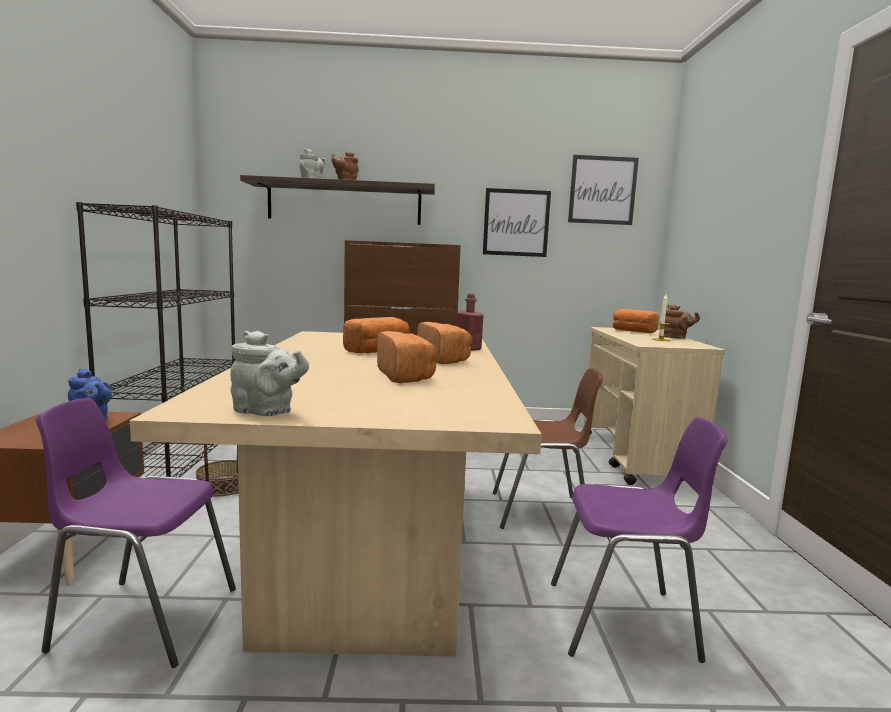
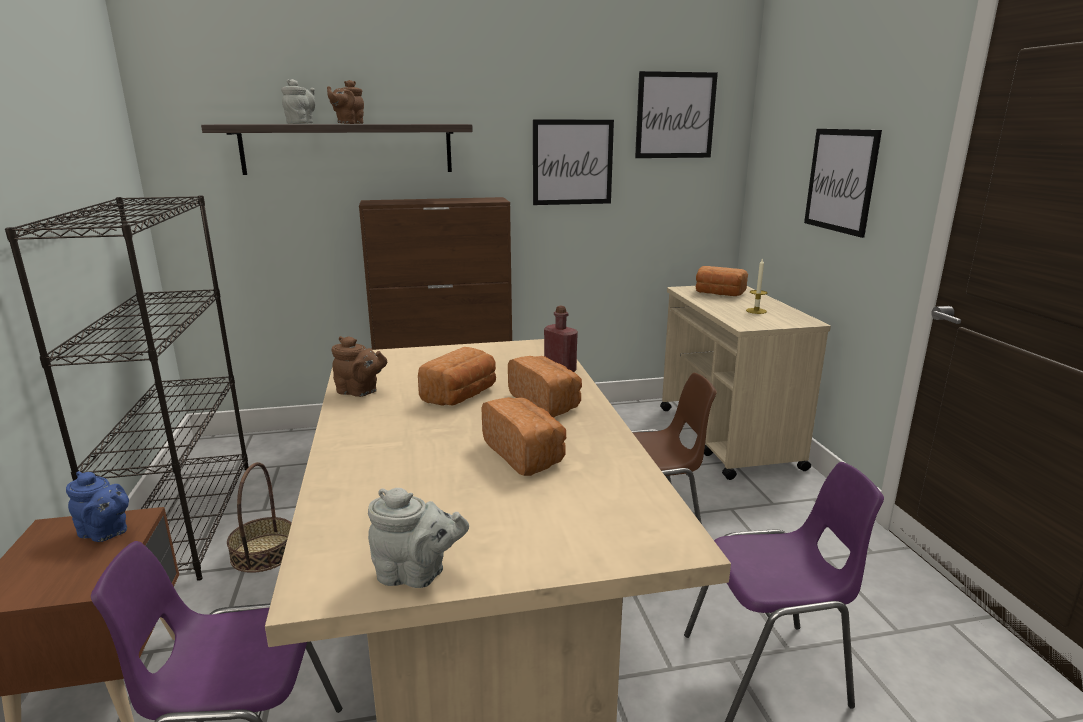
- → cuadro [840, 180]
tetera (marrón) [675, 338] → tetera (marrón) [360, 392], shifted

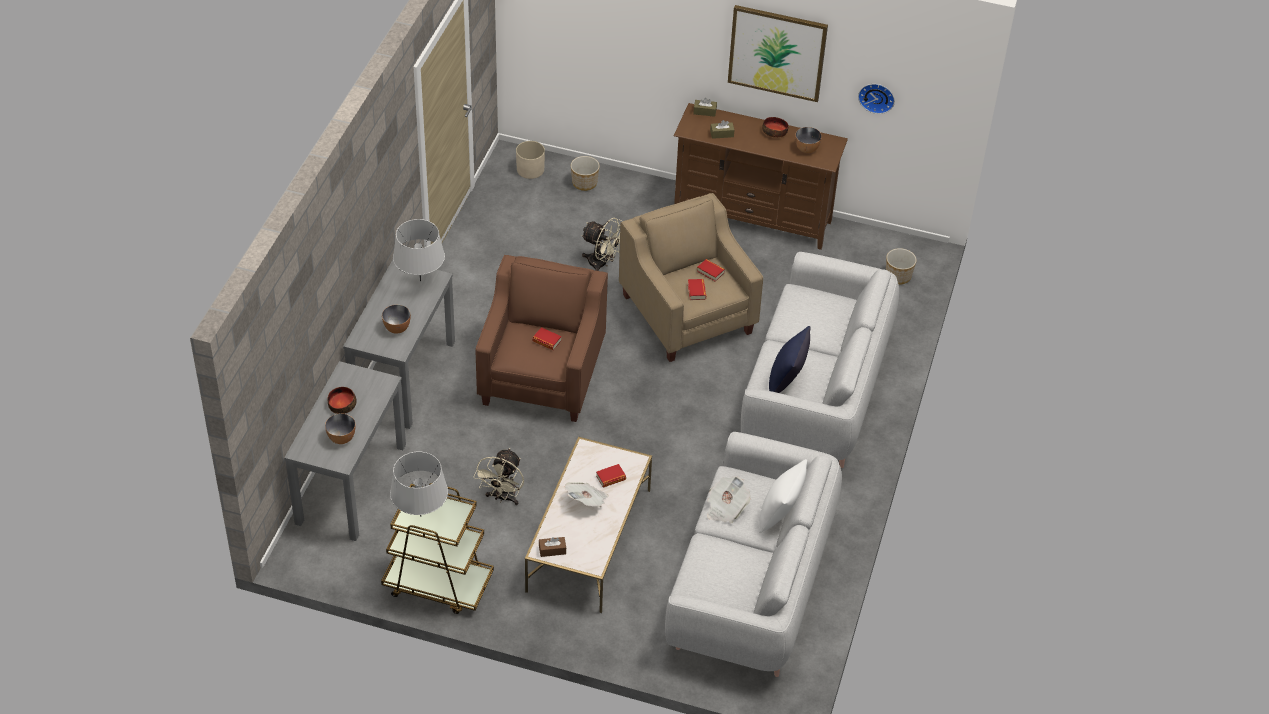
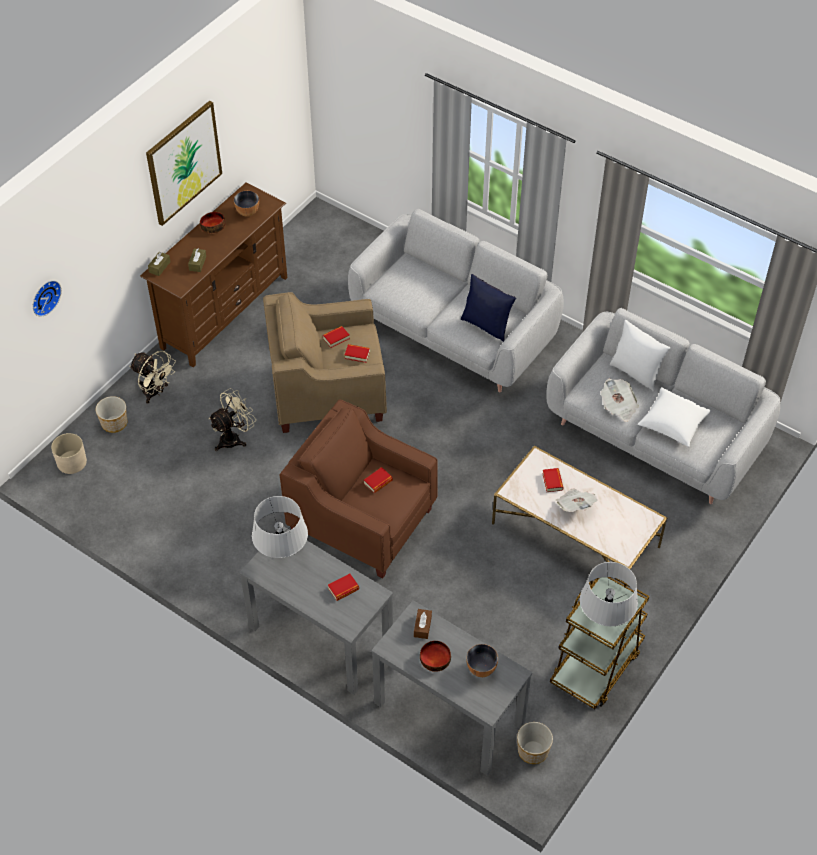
- → cojín (blanco) [672, 425]
ventilador (beis) [502, 498] → ventilador (beis) [155, 392], shifted
caja de pañuelos (marrón) [552, 550] → caja de pañuelos (marrón) [422, 626], shifted
reloj de pared [877, 96] → reloj de pared [44, 297], shifted
maceta [898, 276] → maceta [533, 750], shifted
cuenco [397, 328] → libro [343, 589]

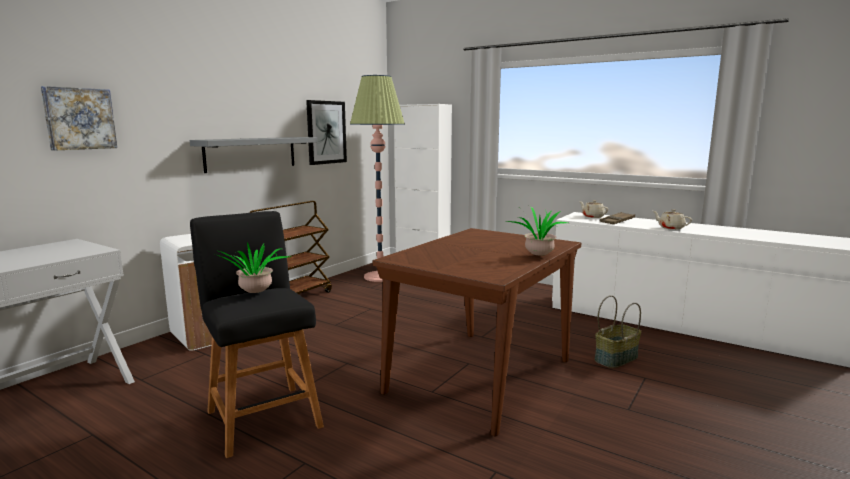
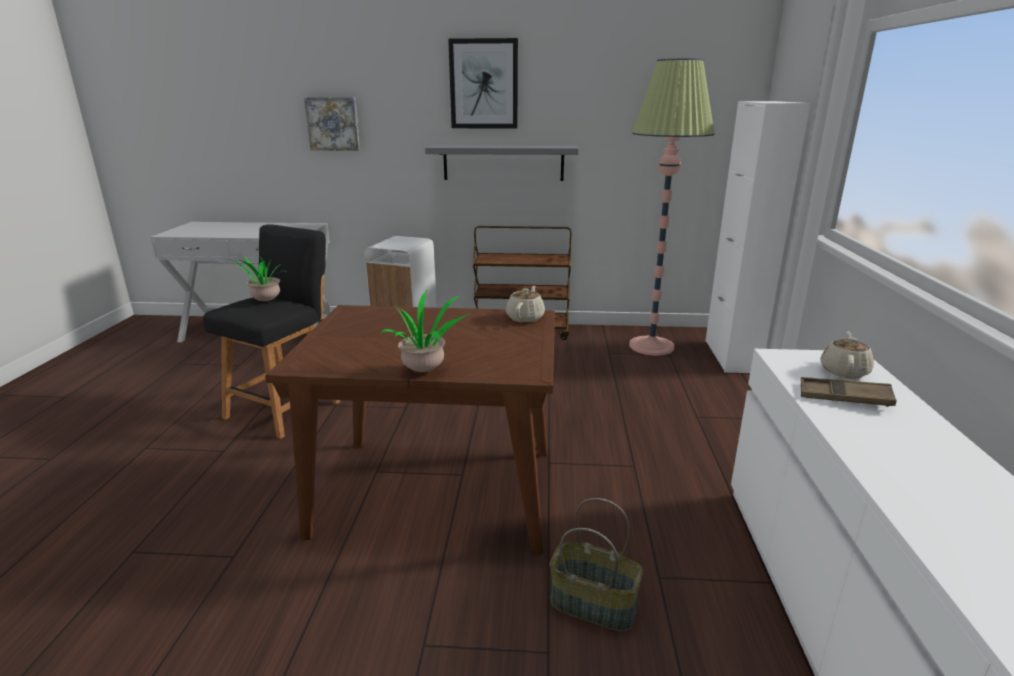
cuadro [326, 132] → cuadro [484, 84], shifted
tetera (beis) [670, 228] → tetera (beis) [525, 317], shifted

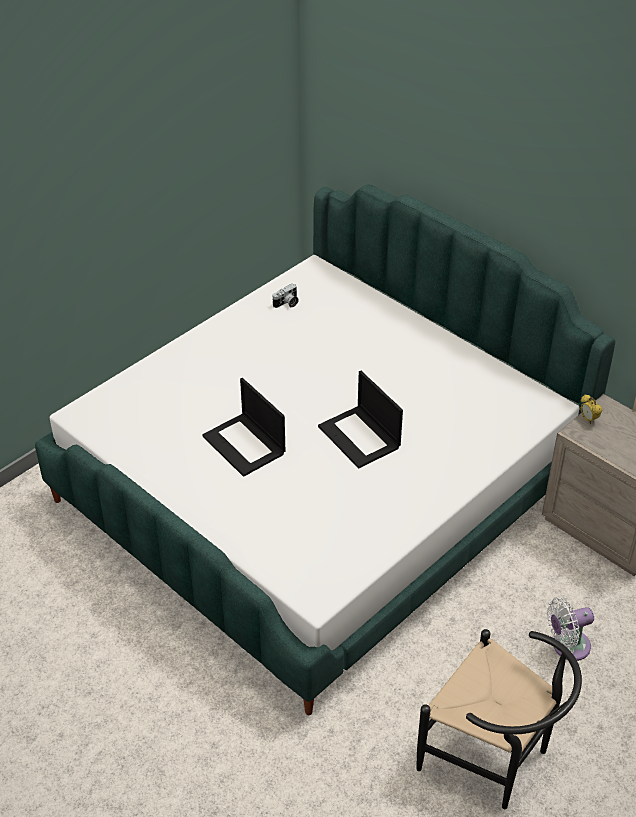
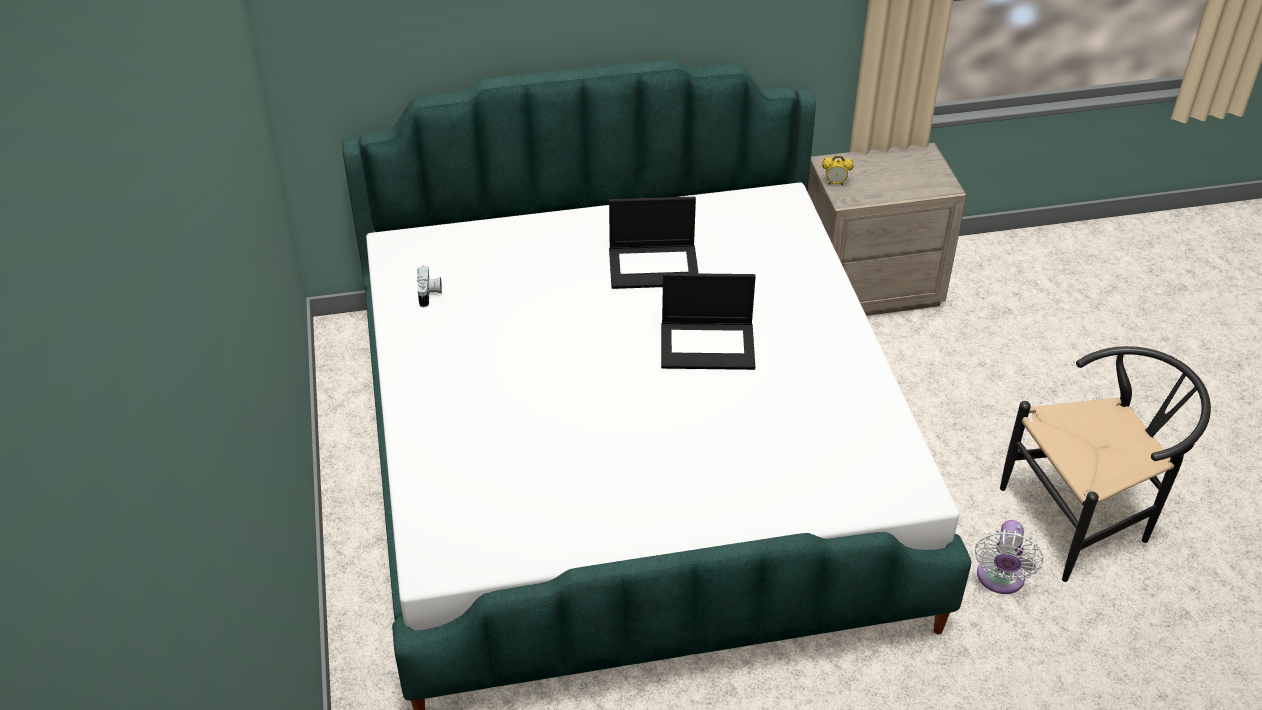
portátil [245, 445] → portátil [654, 266], shifted
ventilador (blanco) [567, 646] → ventilador (blanco) [1000, 579], shifted

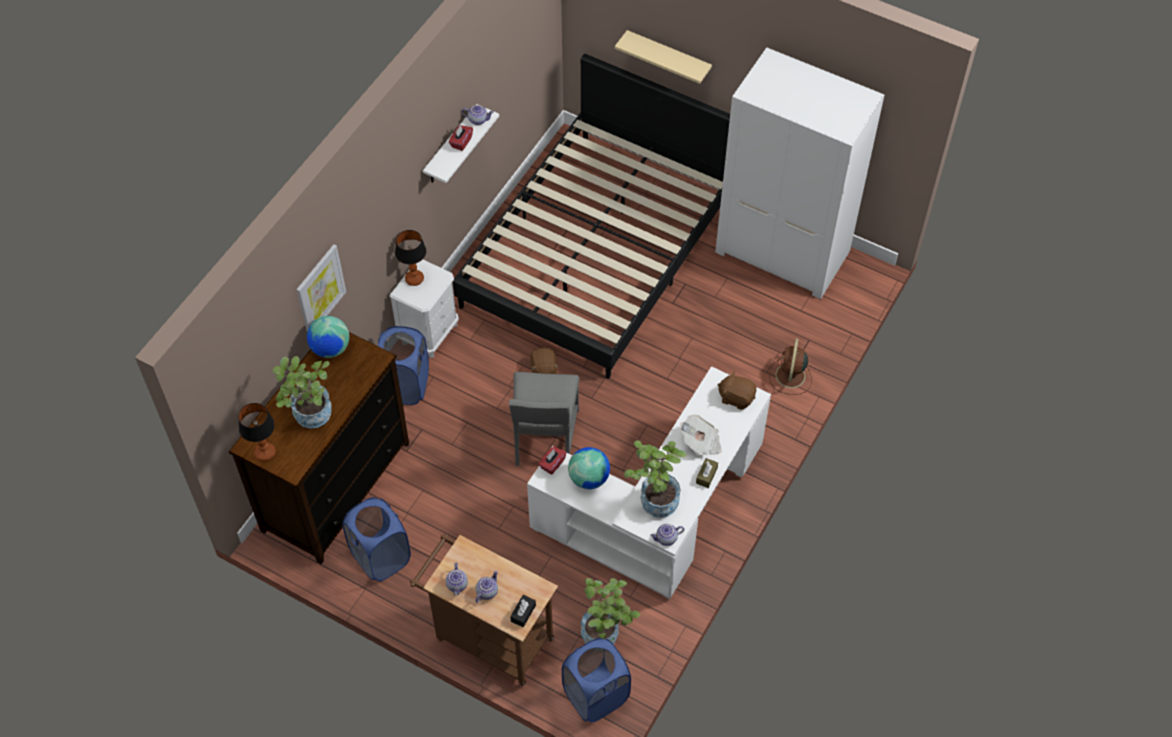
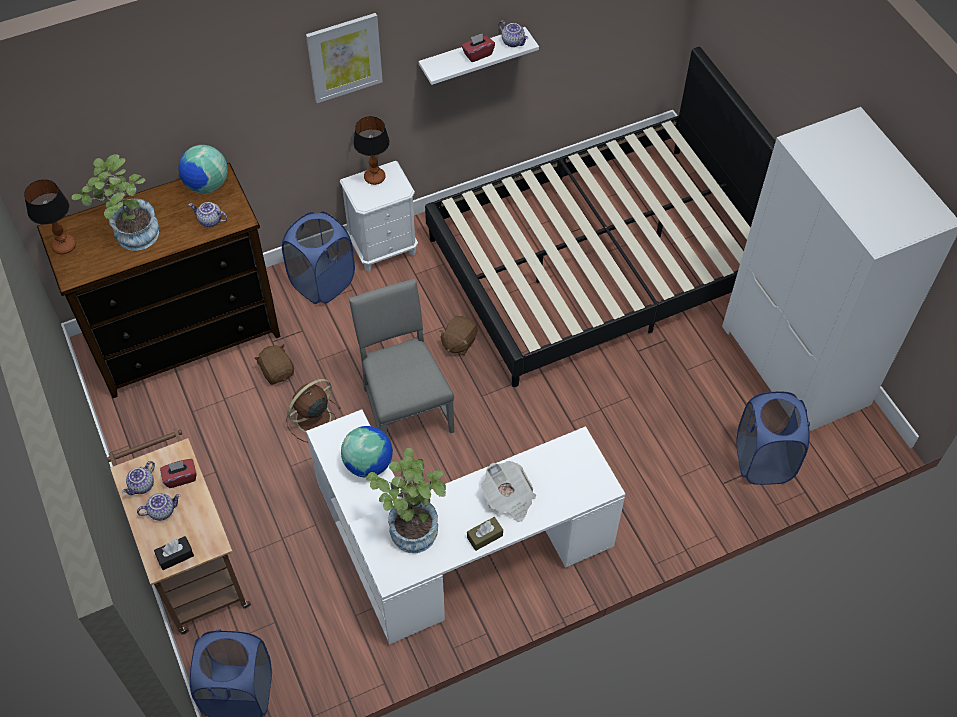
planta en maceta [605, 634] → -
estante (beis) [668, 57] → -
cuadro [320, 290] → cuadro [344, 57], shifted
cesto de la ropa (azul) [380, 557] → cesto de la ropa (azul) [763, 460], shifted
caja de pañuelos (rojo) [552, 464] → caja de pañuelos (rojo) [180, 477], shifted
tetera [666, 539] → tetera [210, 221], shifted
peluche (marrón) [736, 397] → peluche (marrón) [277, 371], shifted
ventilador (marrón) [790, 377] → ventilador (marrón) [312, 419], shifted
silla (gris) [544, 439] → silla (gris) [404, 408], 120 degrees clockwise

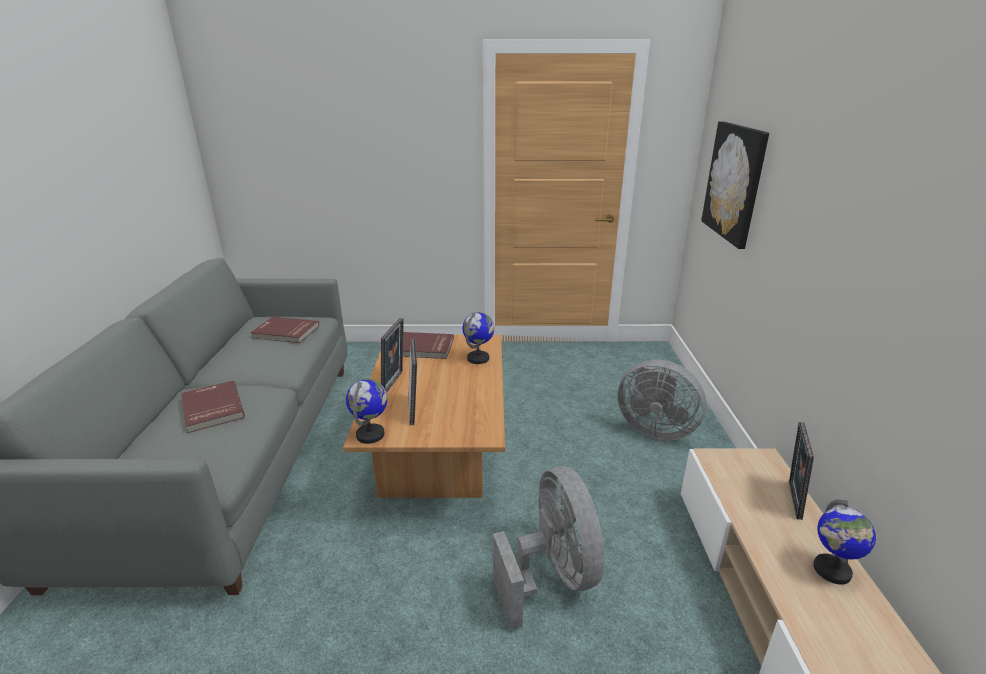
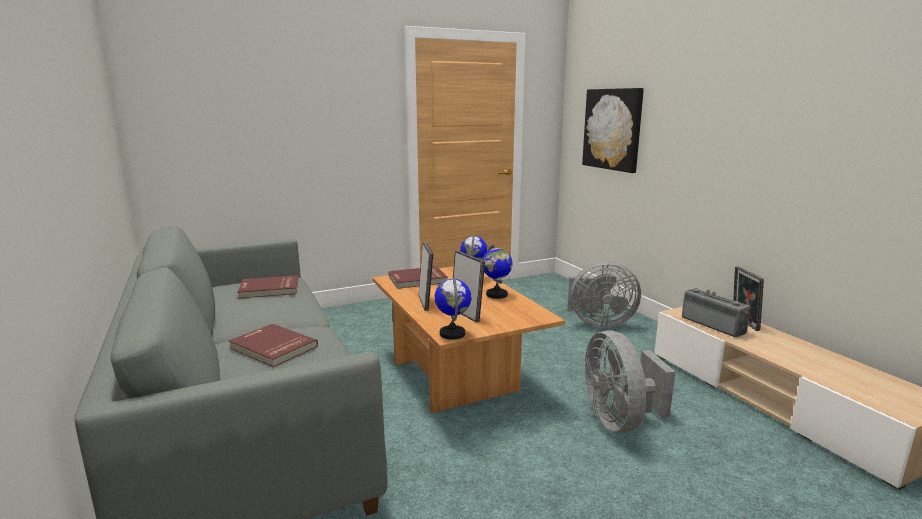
- → radio [715, 325]
globo terráqueo [831, 570] → globo terráqueo [496, 295], shifted
ventilador (gris) [552, 575] → ventilador (gris) [619, 420], 150 degrees counterclockwise

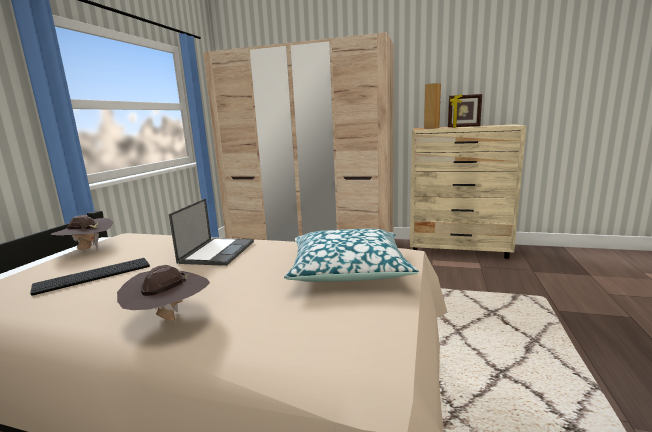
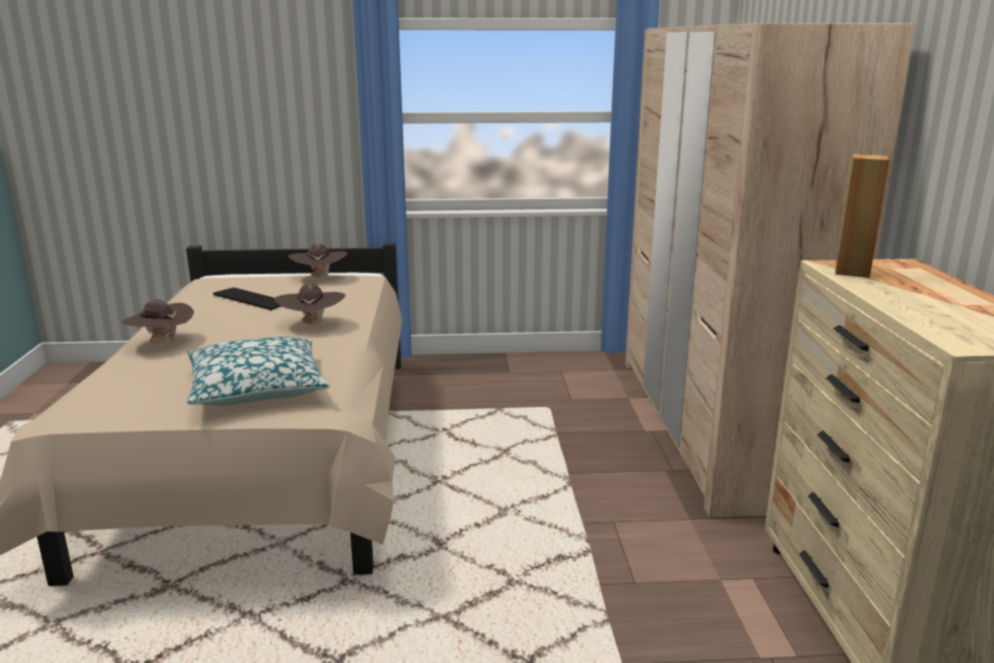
portarretratos [463, 127] → -
portátil [217, 251] → sombrero (marrón) [312, 324]

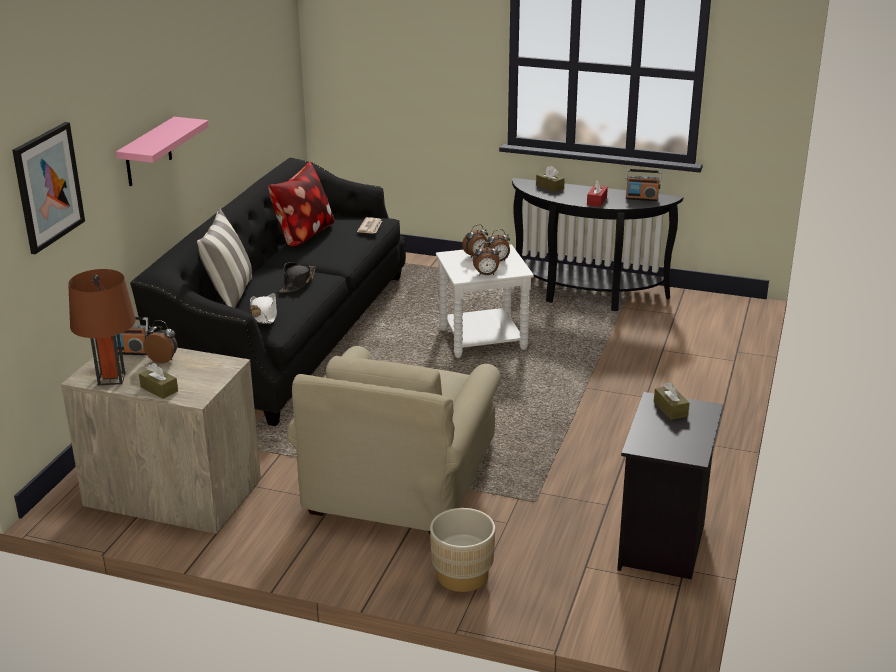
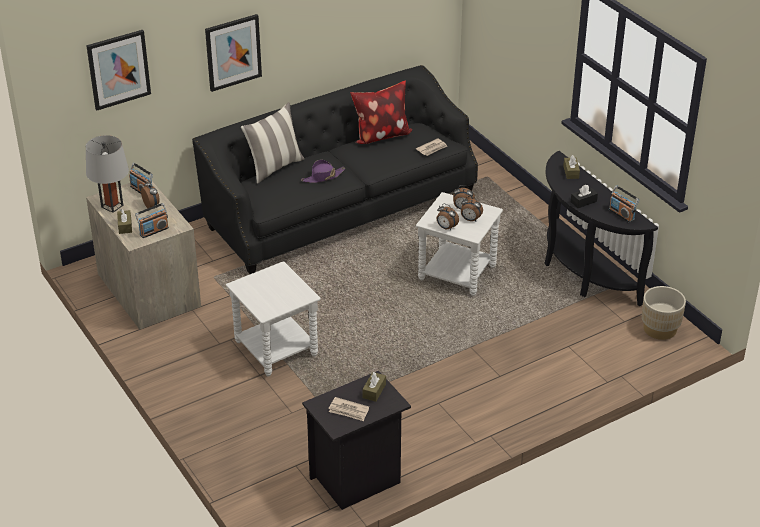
sombrero (blanco) [264, 314] → -
- → radio [153, 231]
- → periódico [348, 411]
maceta (beis) [462, 576] → maceta (beis) [660, 329], shifted
estante (rosa) [148, 152] → cuadro [233, 52]
sillón (beis) [402, 477] → mesa auxiliar (blanco) [275, 349]
lámpara de mesa (marrón) [111, 378] → lámpara de mesa (gris) [112, 206]
sombrero (negro) [297, 283] → sombrero (morado) [323, 177]
caja de pañuelos (rojo) [596, 201] → caja de pañuelos (negro) [583, 202]

